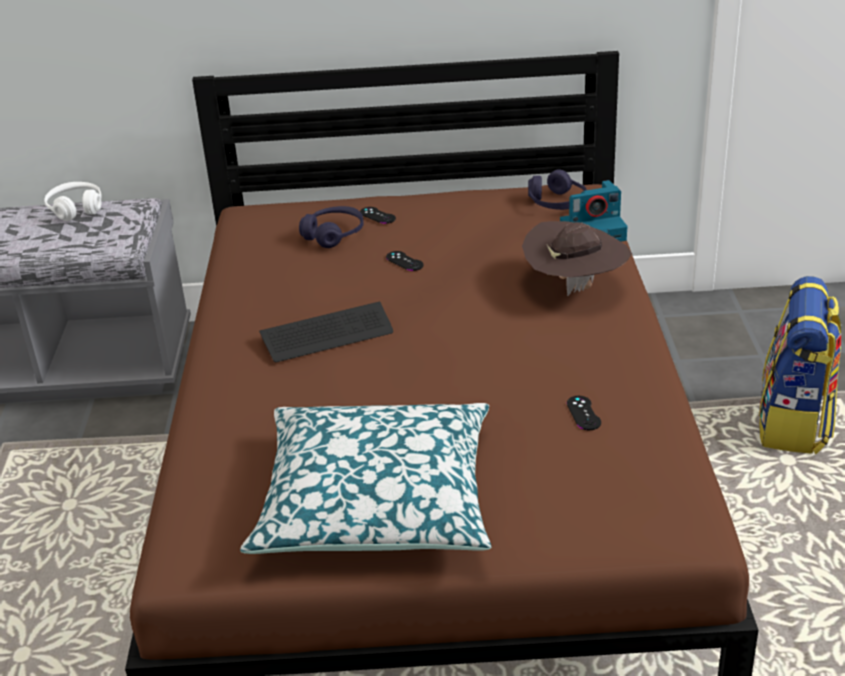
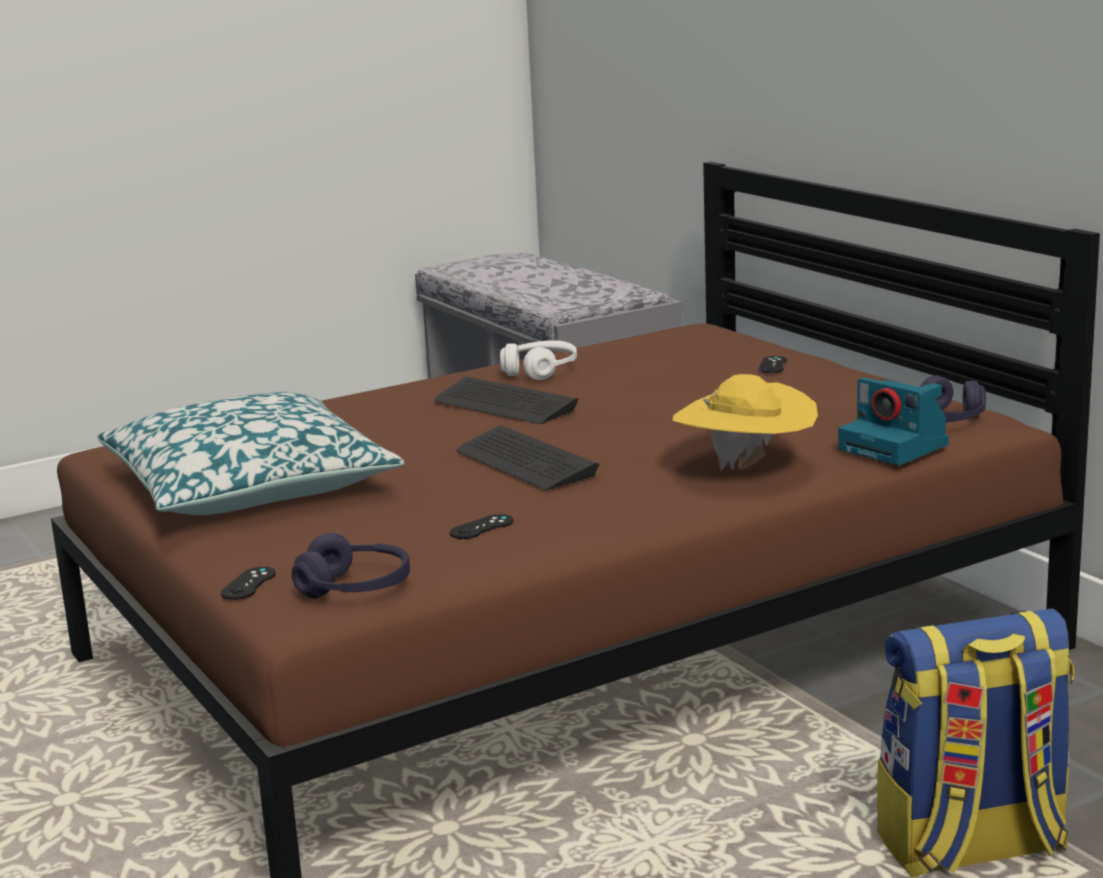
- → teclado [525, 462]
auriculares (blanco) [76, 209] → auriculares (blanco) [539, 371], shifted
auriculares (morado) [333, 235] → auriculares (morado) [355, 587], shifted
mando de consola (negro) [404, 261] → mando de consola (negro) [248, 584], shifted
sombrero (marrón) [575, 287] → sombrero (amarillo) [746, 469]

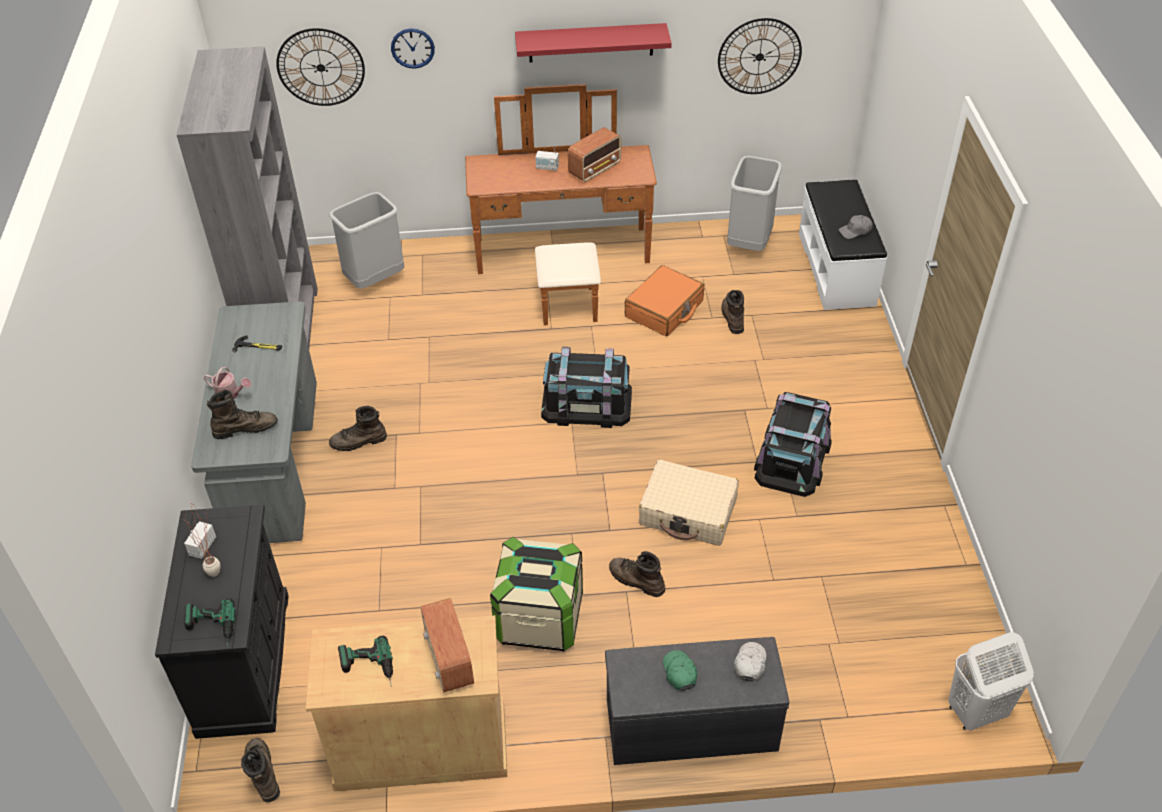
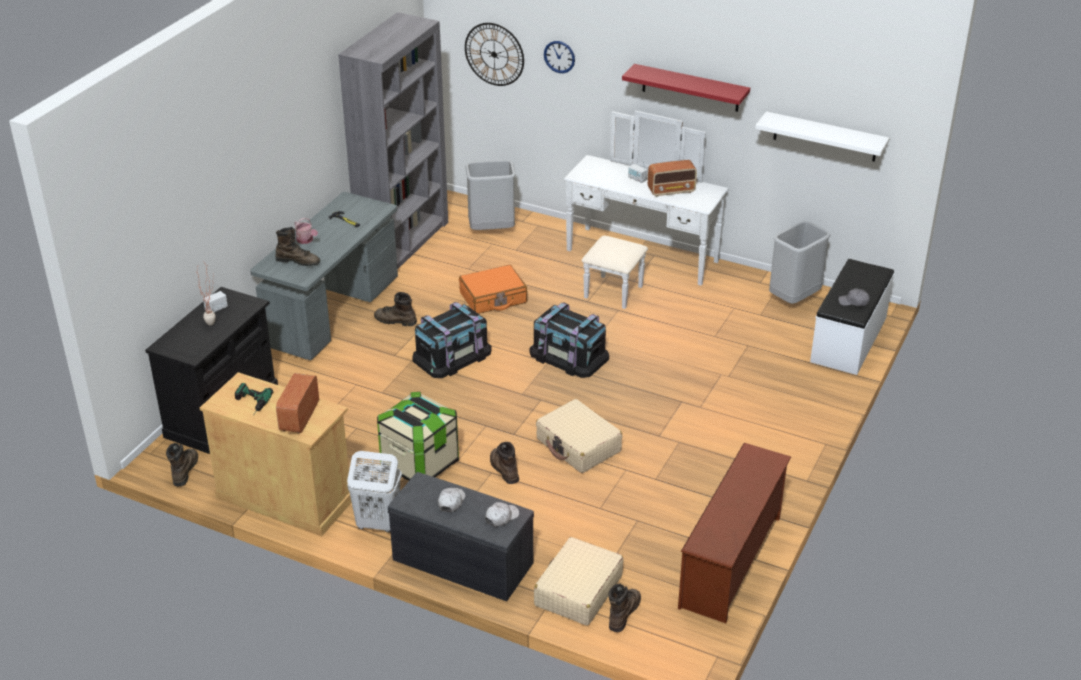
taladro [211, 629] → -
- → maleta (beis) [578, 591]
- → zapatero (marrón) [732, 562]
maleta (naranja) [664, 310] → maleta (naranja) [493, 298], shifted
bota (marrón) [732, 317] → bota (marrón) [623, 613], shifted
caja de almacenaje (negro) [793, 458] → caja de almacenaje (negro) [452, 355], shifted
cesto de la ropa (blanco) [975, 712] → cesto de la ropa (blanco) [378, 524], shifted
reloj de pared [759, 56] → estante (blanco) [825, 137]
cómoda (marrón) [564, 262] → cómoda (blanco) [636, 264]
gorra (verde) [679, 672] → gorra (blanco) [451, 502]

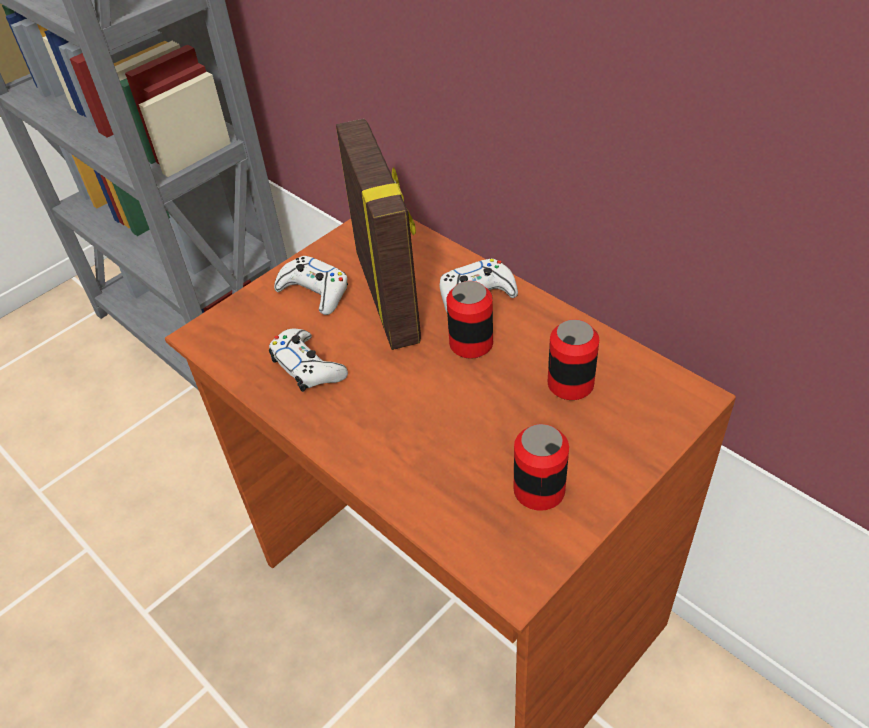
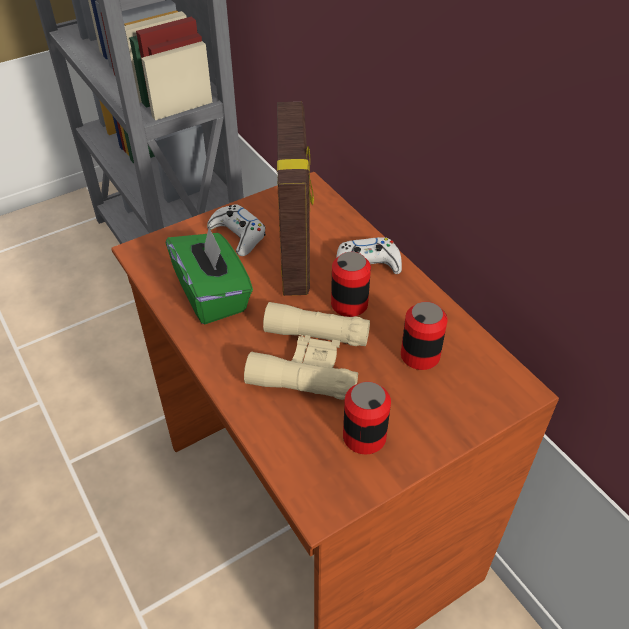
- → prismáticos (beis) [309, 360]
mando de consola (blanco) [308, 367] → caja de pañuelos (verde) [213, 295]

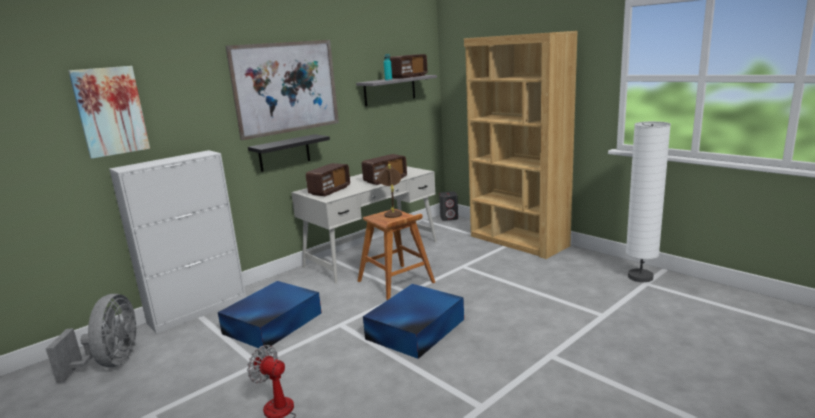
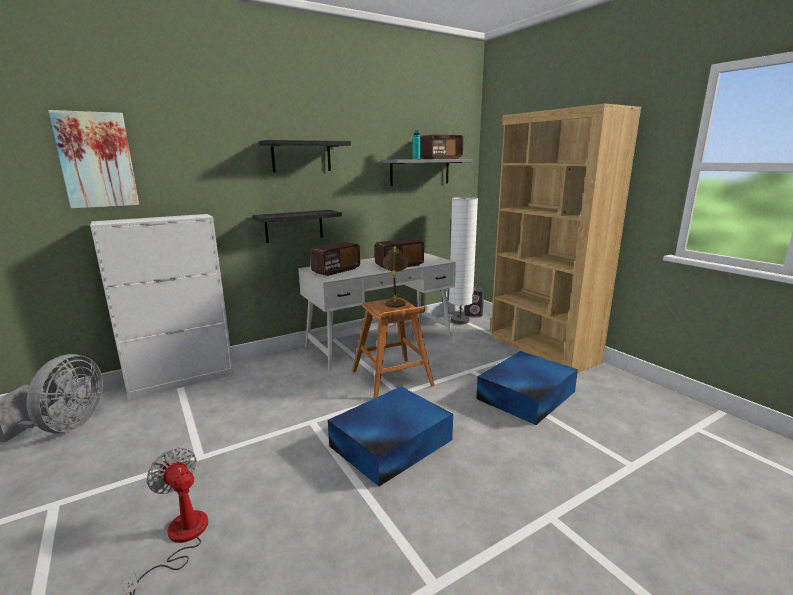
caja de almacenaje (azul) [271, 323] → caja de almacenaje (azul) [525, 395], shifted
lámpara de pie (blanco) [640, 277] → lámpara de pie (blanco) [460, 321], shifted
cuadro [286, 87] → estante (negro) [301, 156]

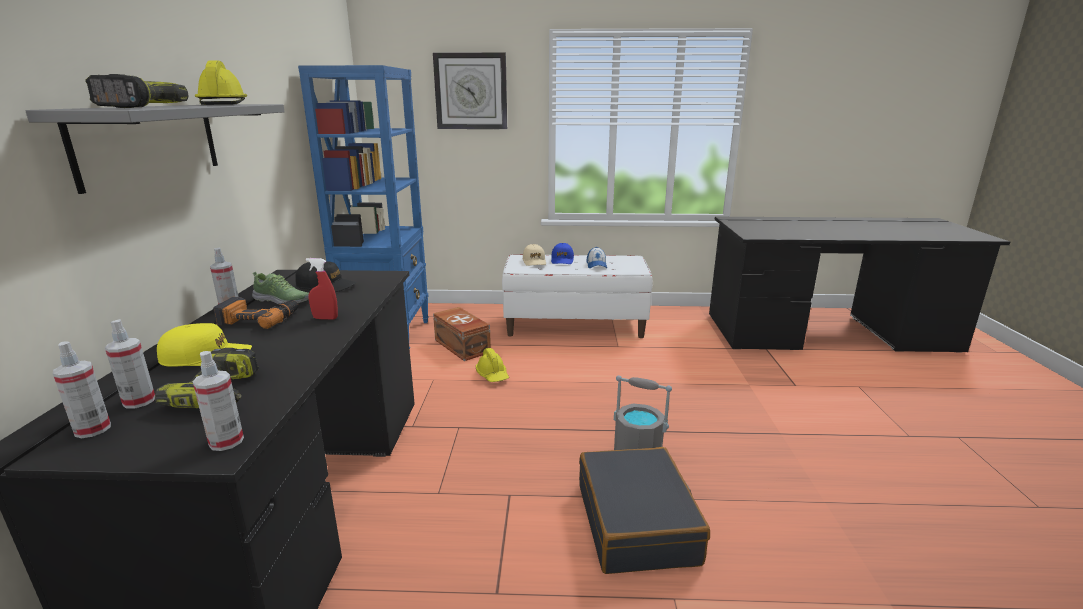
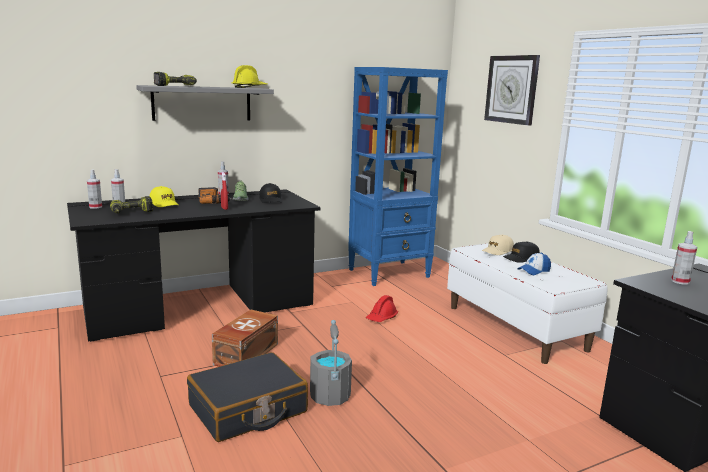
pulverizador [226, 441] → pulverizador [680, 281], shifted
caja de almacenaje (marrón) [461, 347] → caja de almacenaje (marrón) [245, 354], shifted
casco (amarillo) [492, 375] → casco (rojo) [381, 318]
gorra (azul) [562, 260] → gorra (negro) [521, 258]

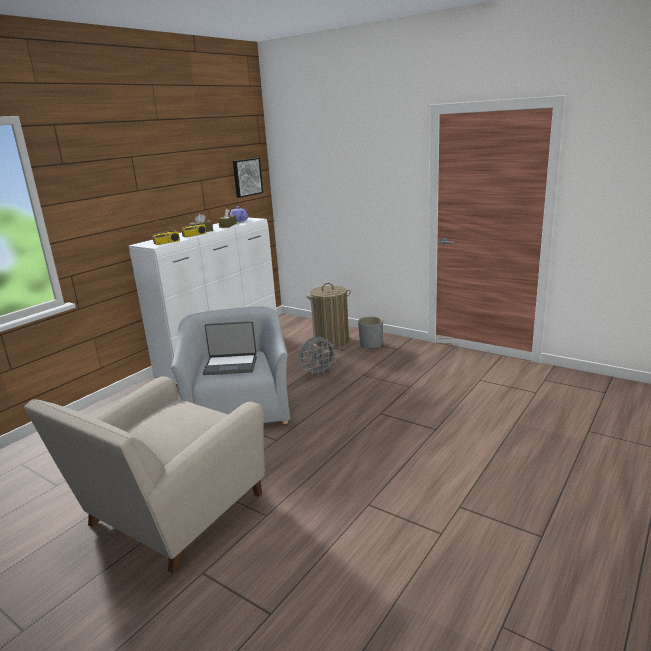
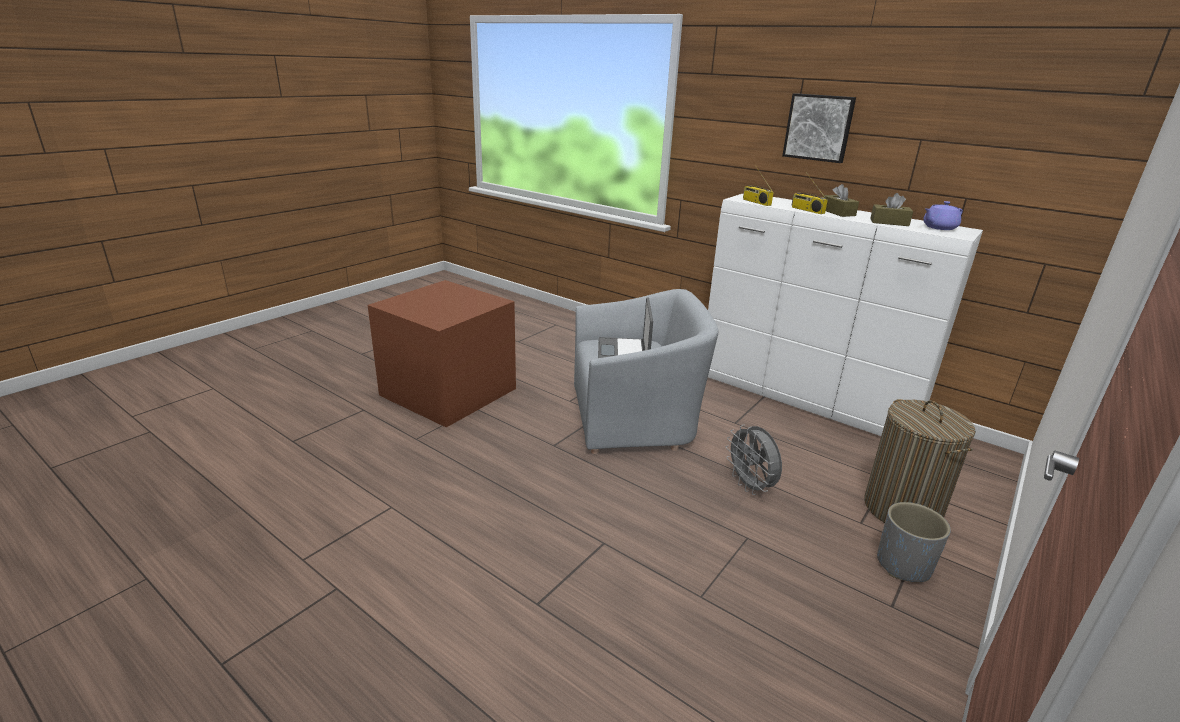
cuadro [246, 177] → cuadro [818, 127], shifted
sillón (beis) [169, 514] → caja de almacenaje (marrón) [448, 390]

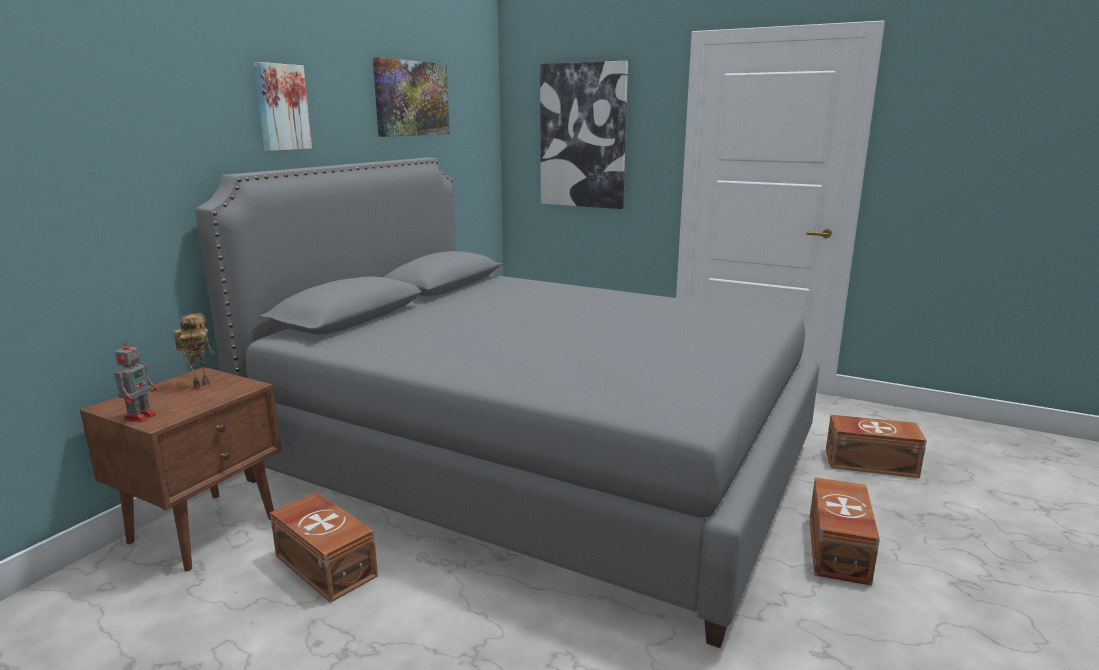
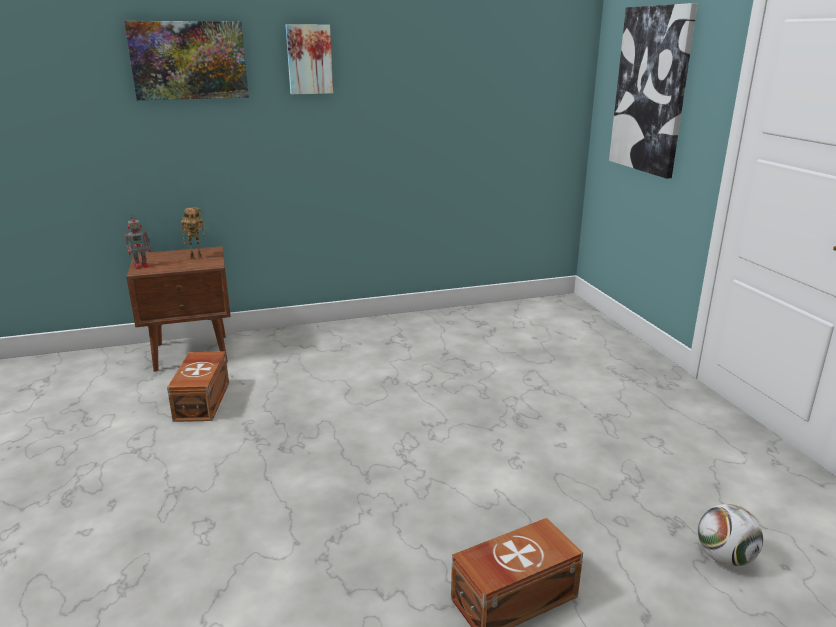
cama (gris) [537, 462] → -
cuadro [411, 98] → cuadro [189, 60], shifted
caja de almacenaje (marrón) [869, 462] → balón de fútbol [724, 557]

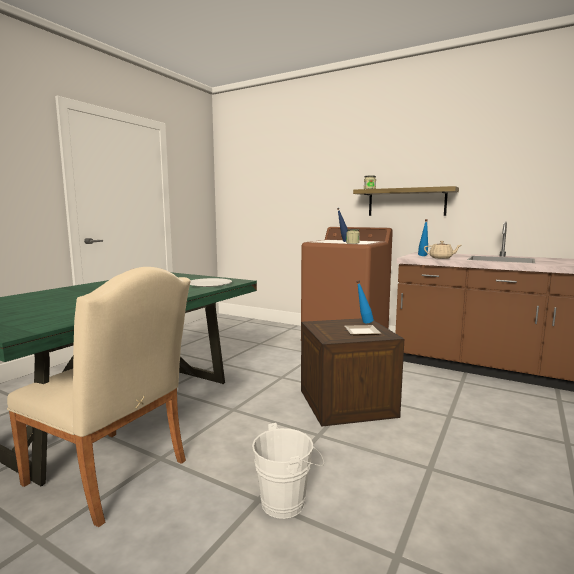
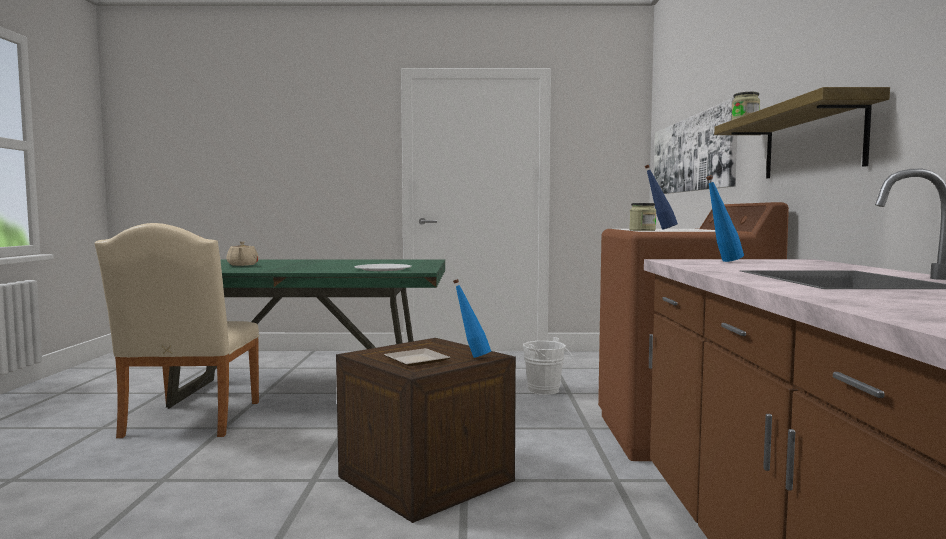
- → cuadro [691, 155]
cubo (blanco) [288, 501] → cubo (blanco) [547, 391], shifted
tetera (beis) [441, 258] → tetera (beis) [242, 265], shifted

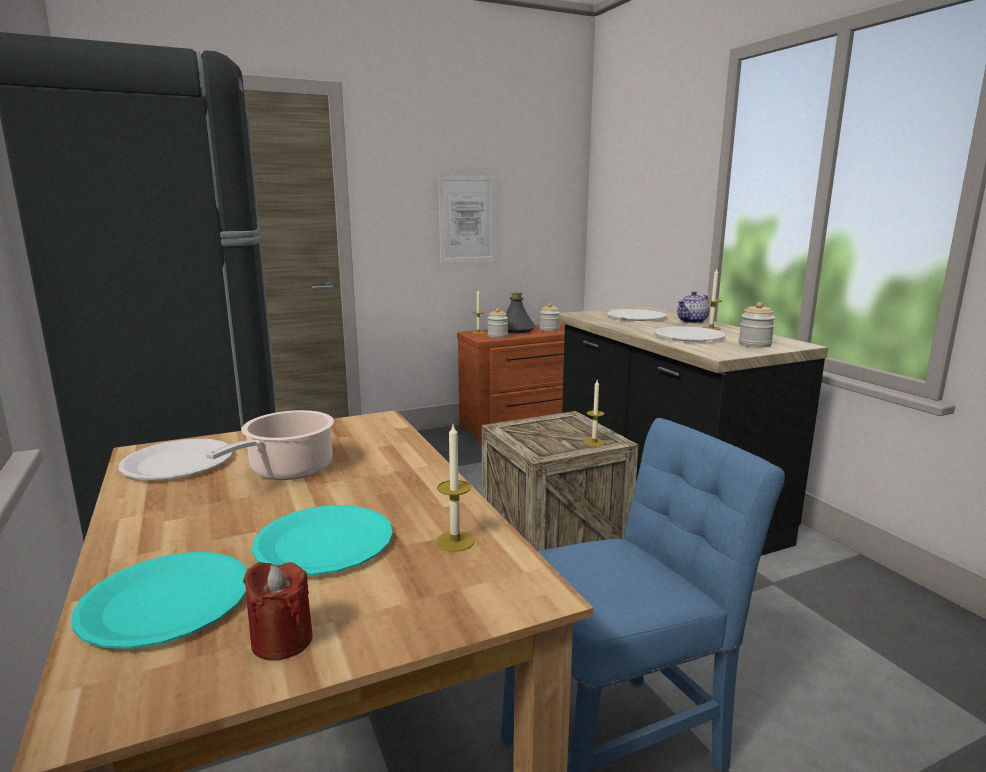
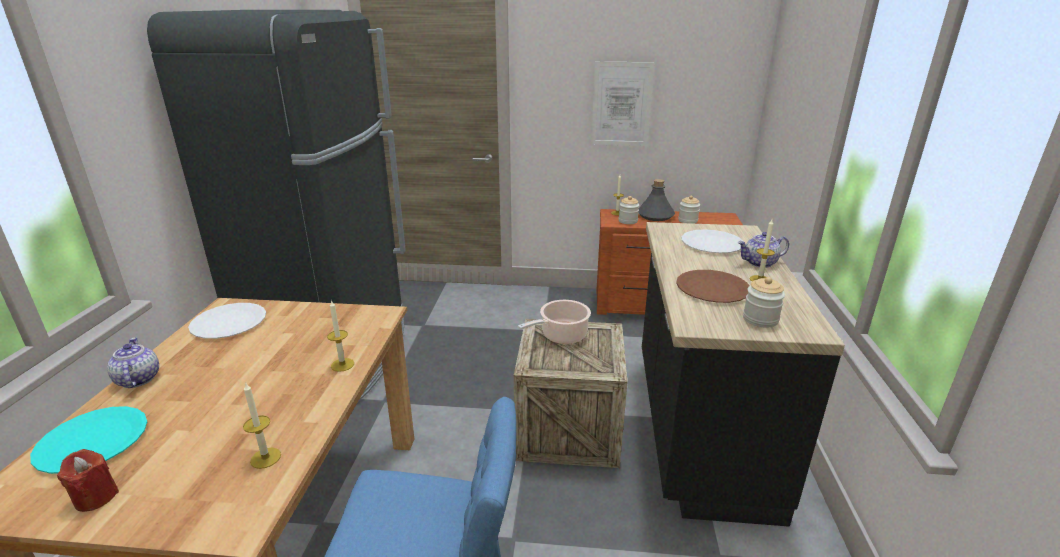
plato (turquesa) [324, 543] → -
- → tetera [137, 379]
olla [287, 470] → olla [561, 336], shifted
vela [594, 442] → vela [342, 364], shifted
plato (blanco) [689, 336] → plato (marrón) [712, 288]

